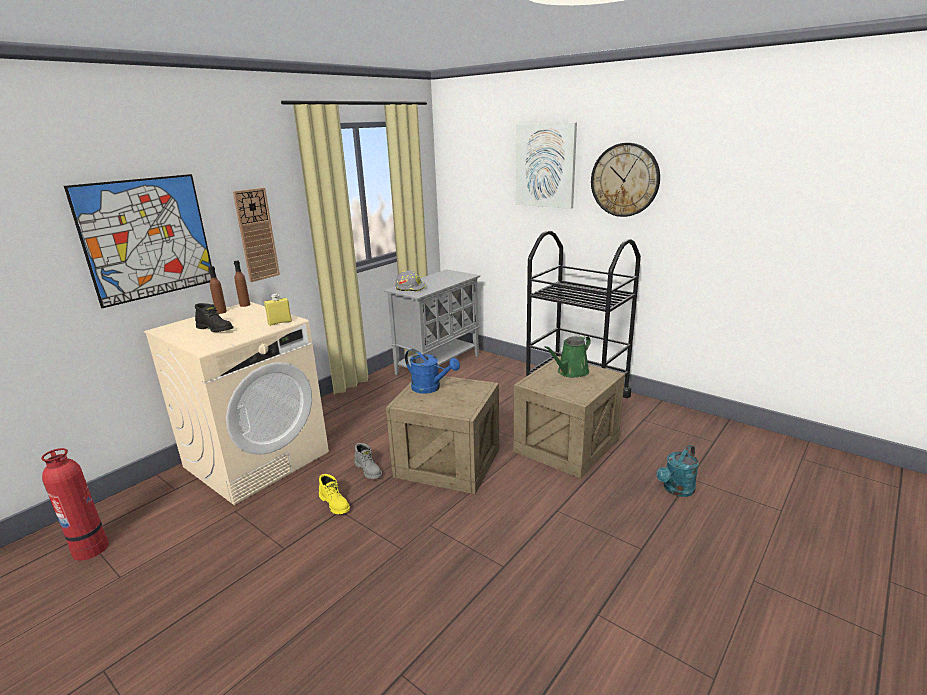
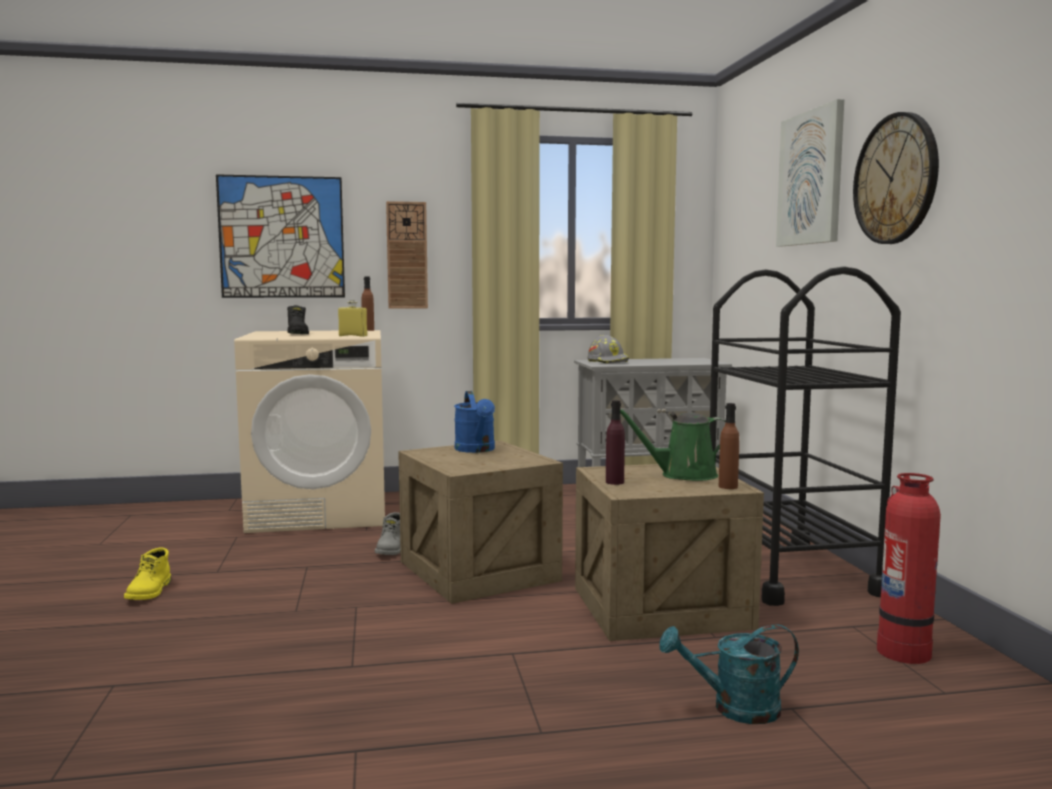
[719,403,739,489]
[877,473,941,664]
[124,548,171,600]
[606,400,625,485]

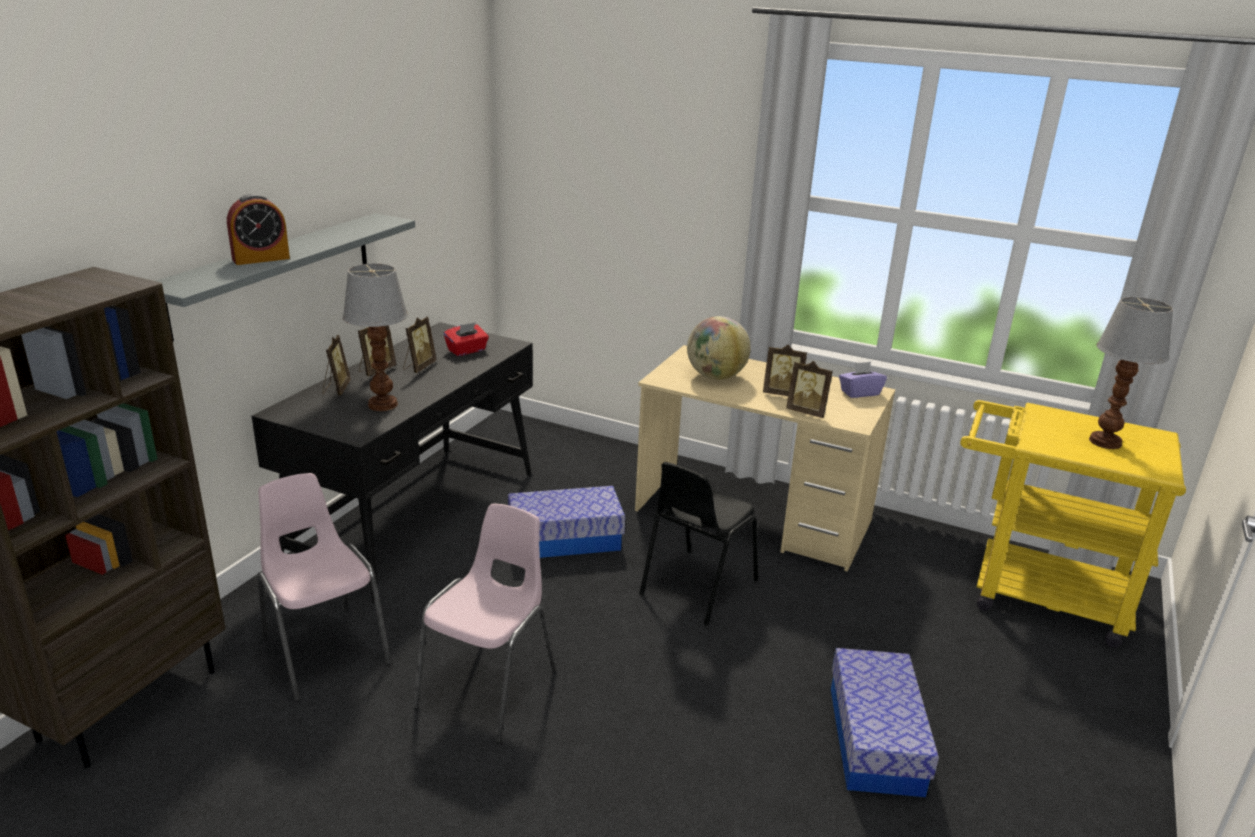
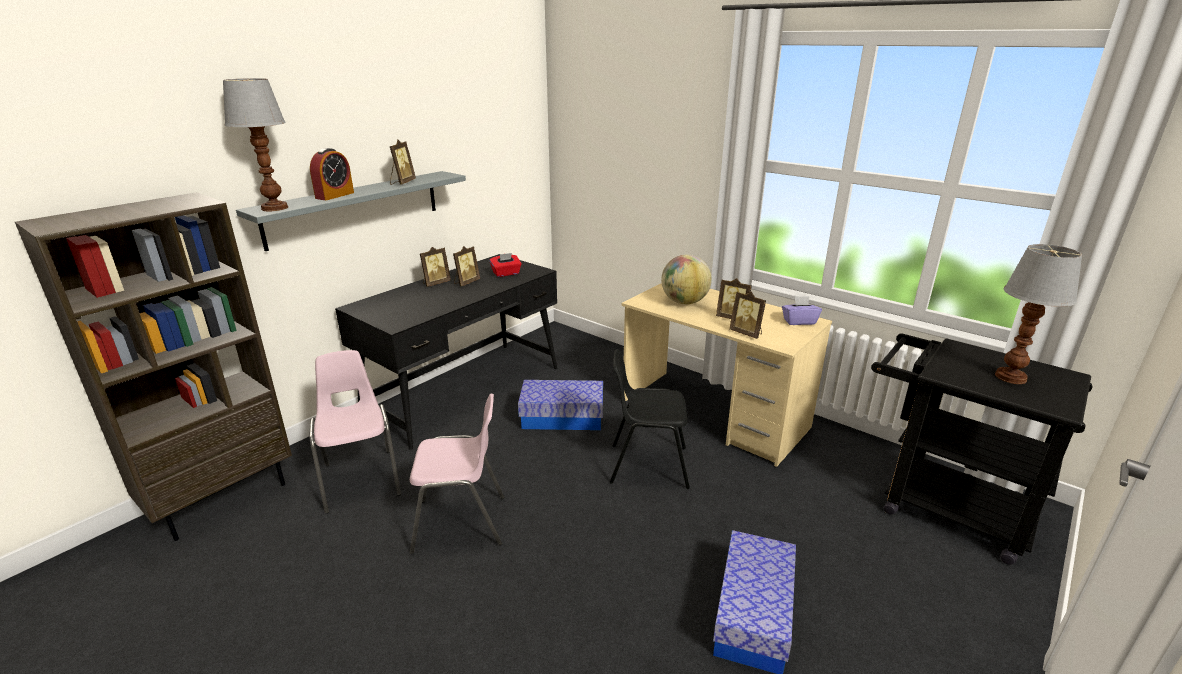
[310,148,354,200]
[223,78,288,211]
[390,140,416,185]
[871,333,1092,565]
[610,349,690,489]
[410,394,504,554]

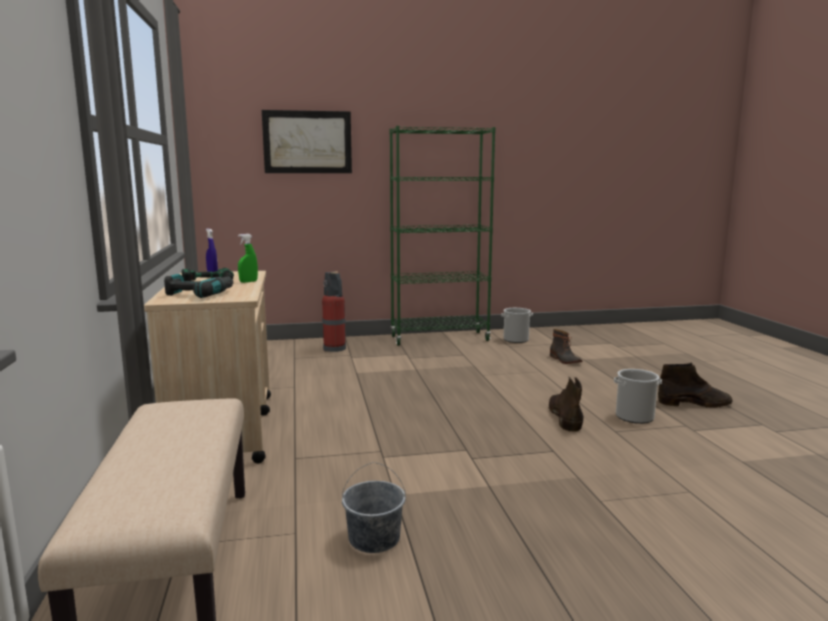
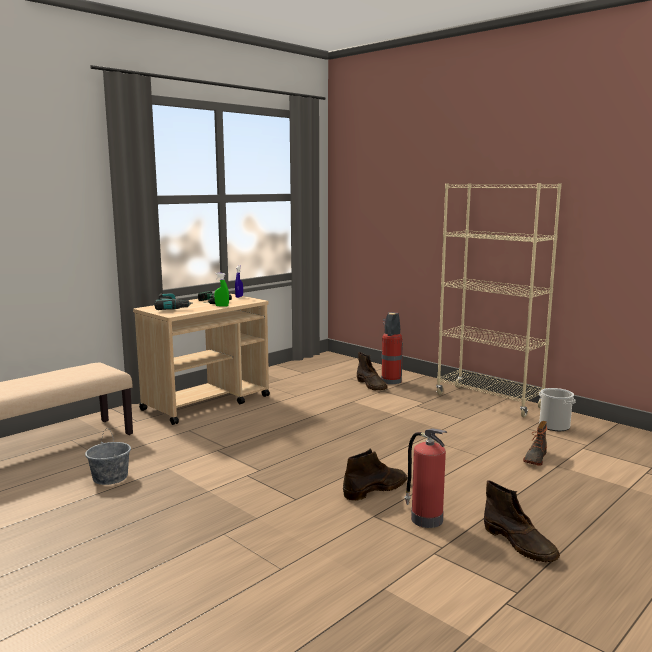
[262,110,352,173] (first image)
[436,183,562,417]
[404,428,447,528]
[357,352,388,390]

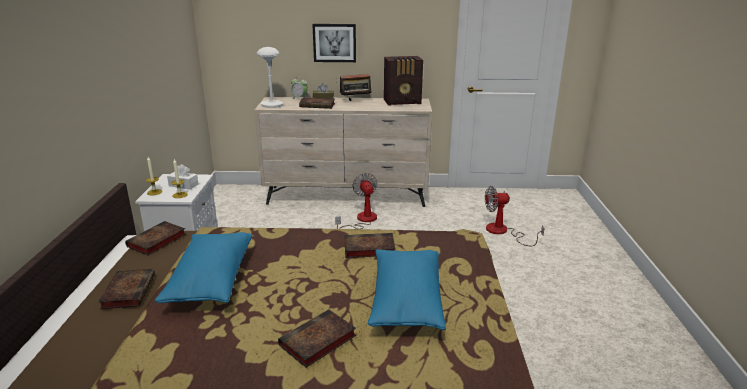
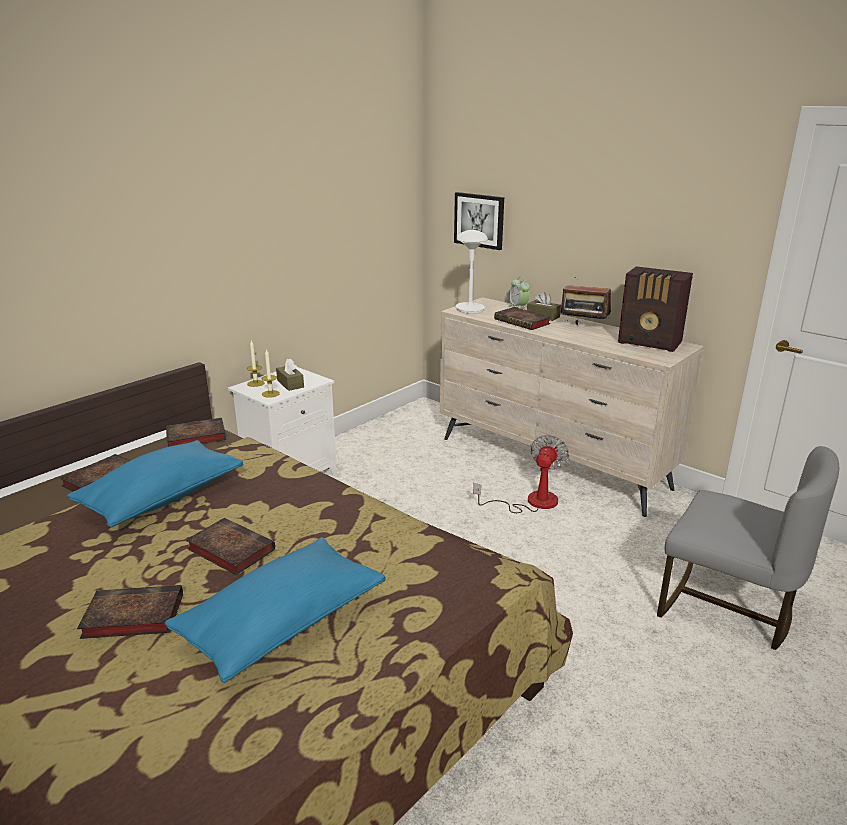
[454,192,504,250]
[276,358,304,391]
[657,446,839,650]
[186,518,275,575]

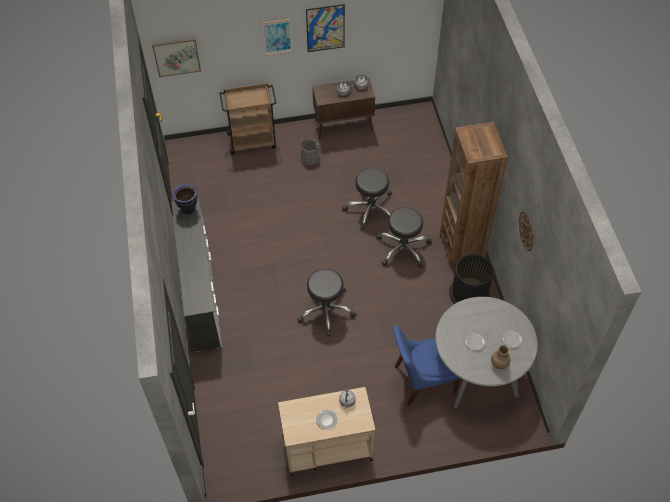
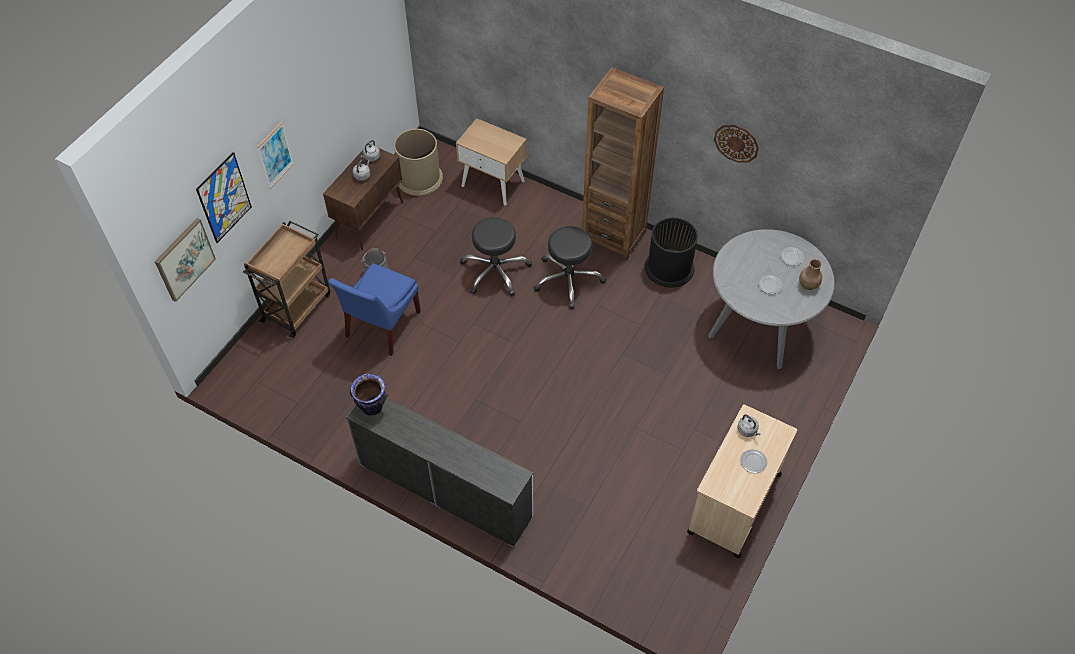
[196,152,252,243]
[298,269,356,336] (first image)
[328,263,421,356]
[456,118,527,205]
[394,129,443,196]

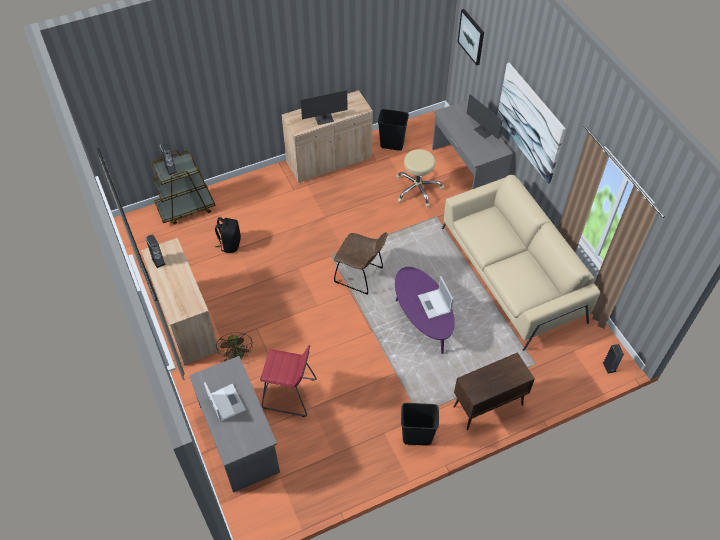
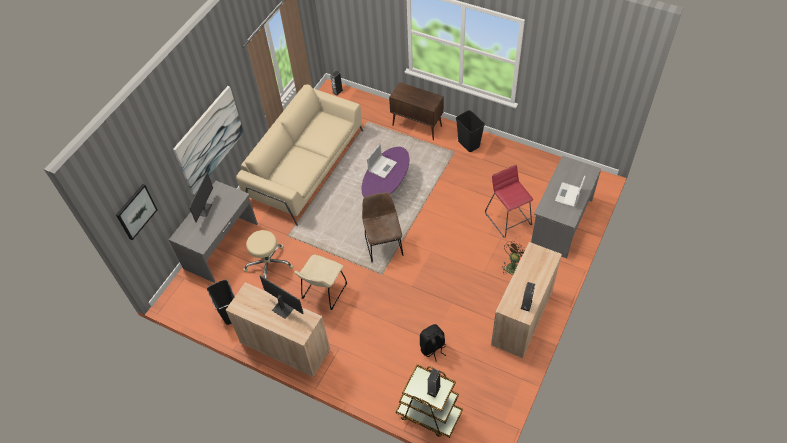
[294,254,347,310]

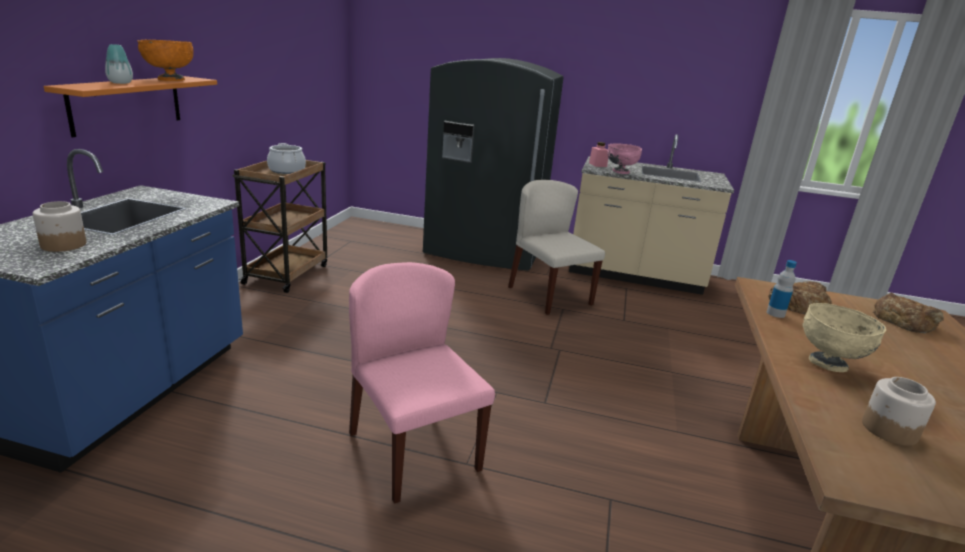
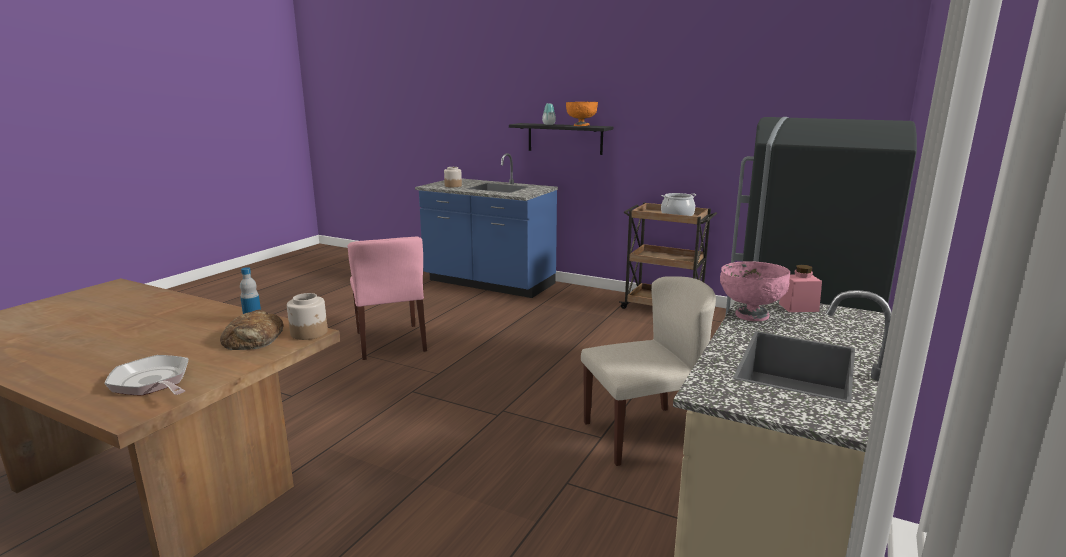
[509,123,613,155]
[348,237,427,360]
[105,355,189,396]
[803,303,886,372] (first image)
[287,293,328,340]

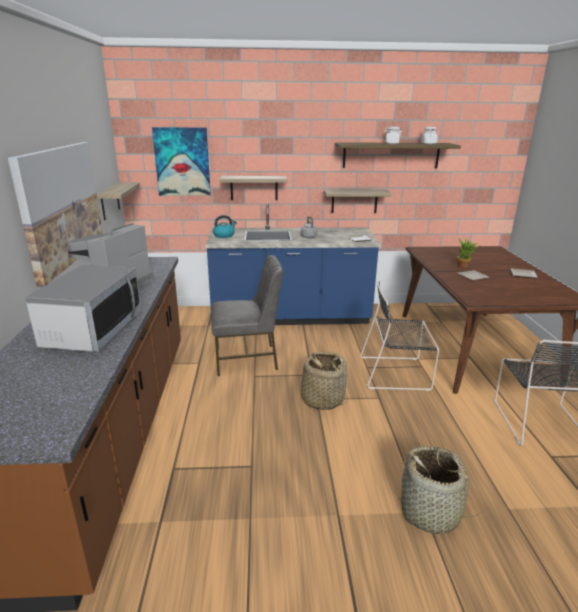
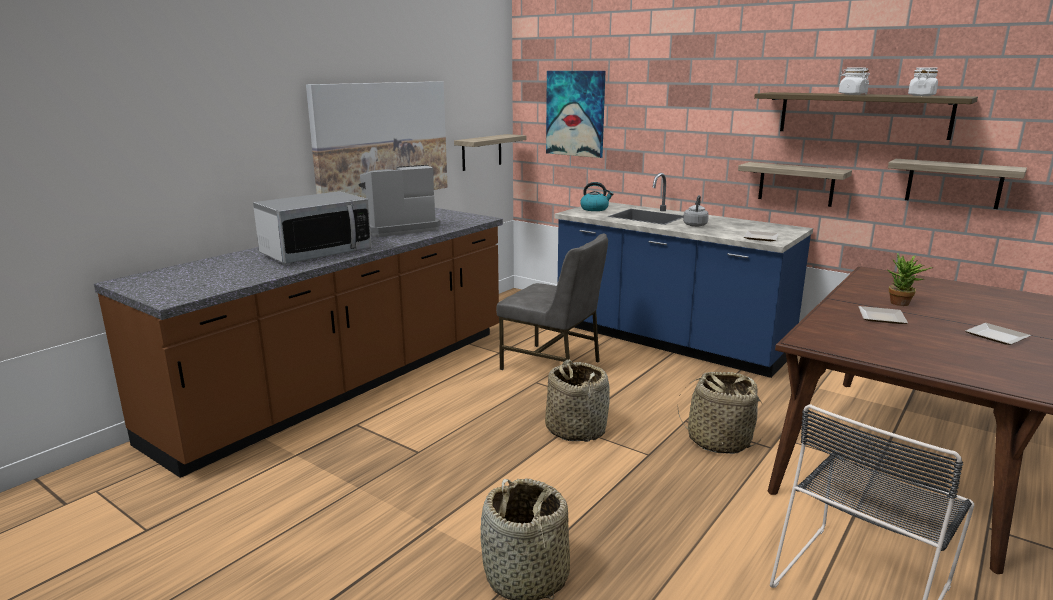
[888,159,1027,209]
[677,372,762,454]

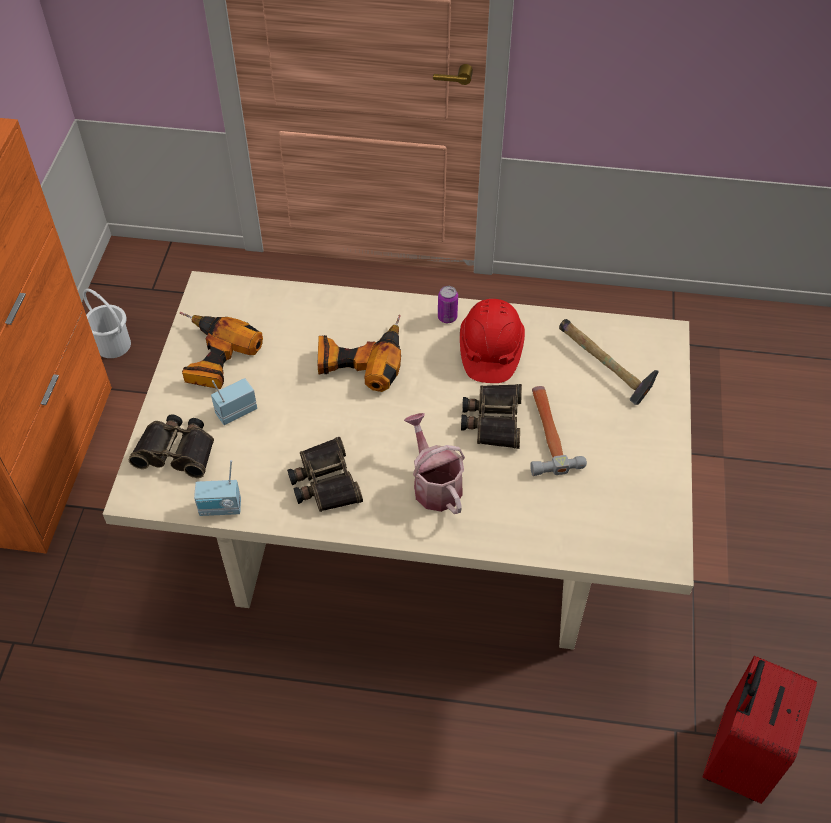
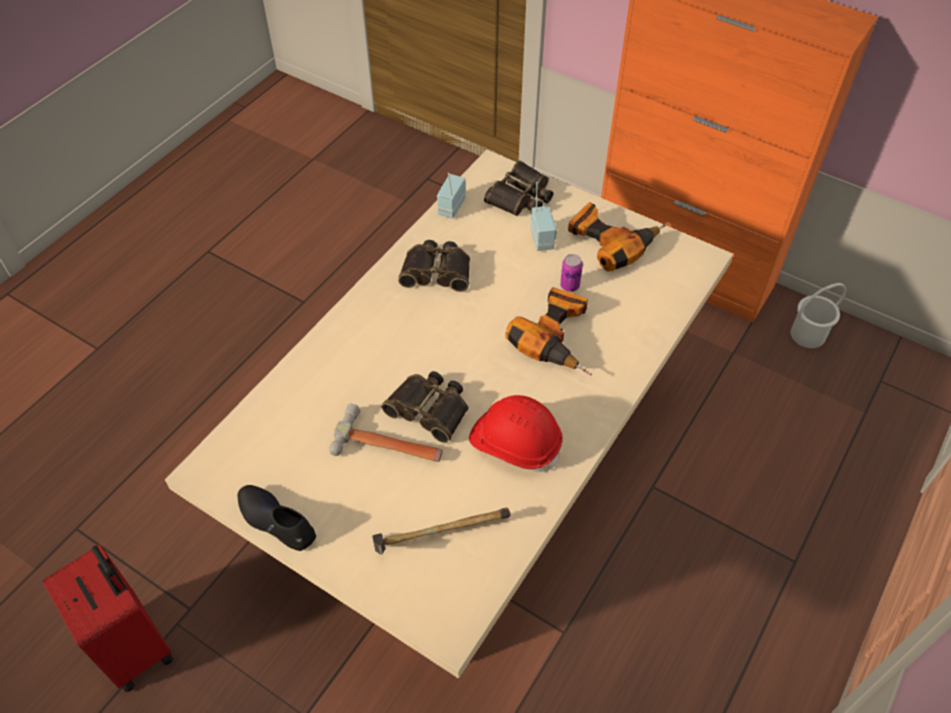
[560,254,583,292]
[404,413,465,514] (first image)
[238,485,316,551]

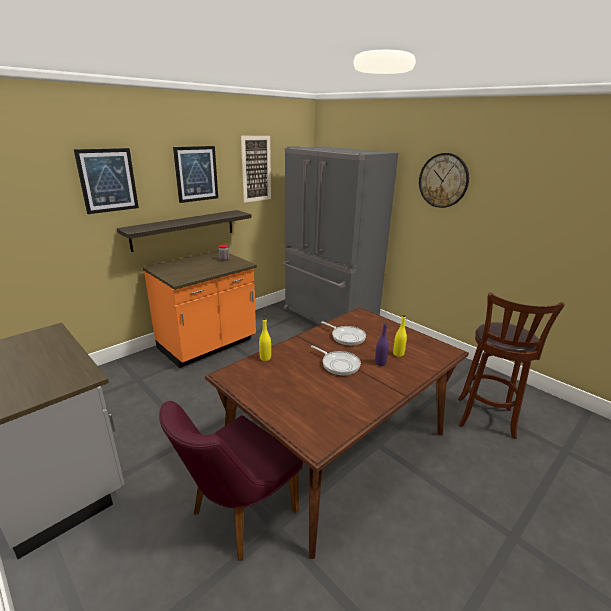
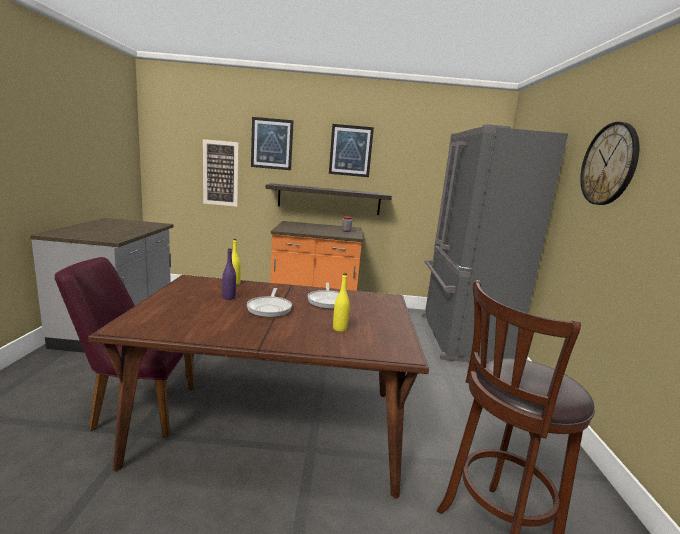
[203,139,239,207]
[222,248,236,300]

